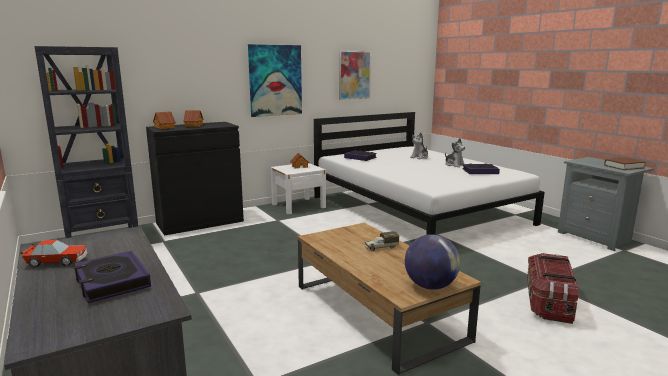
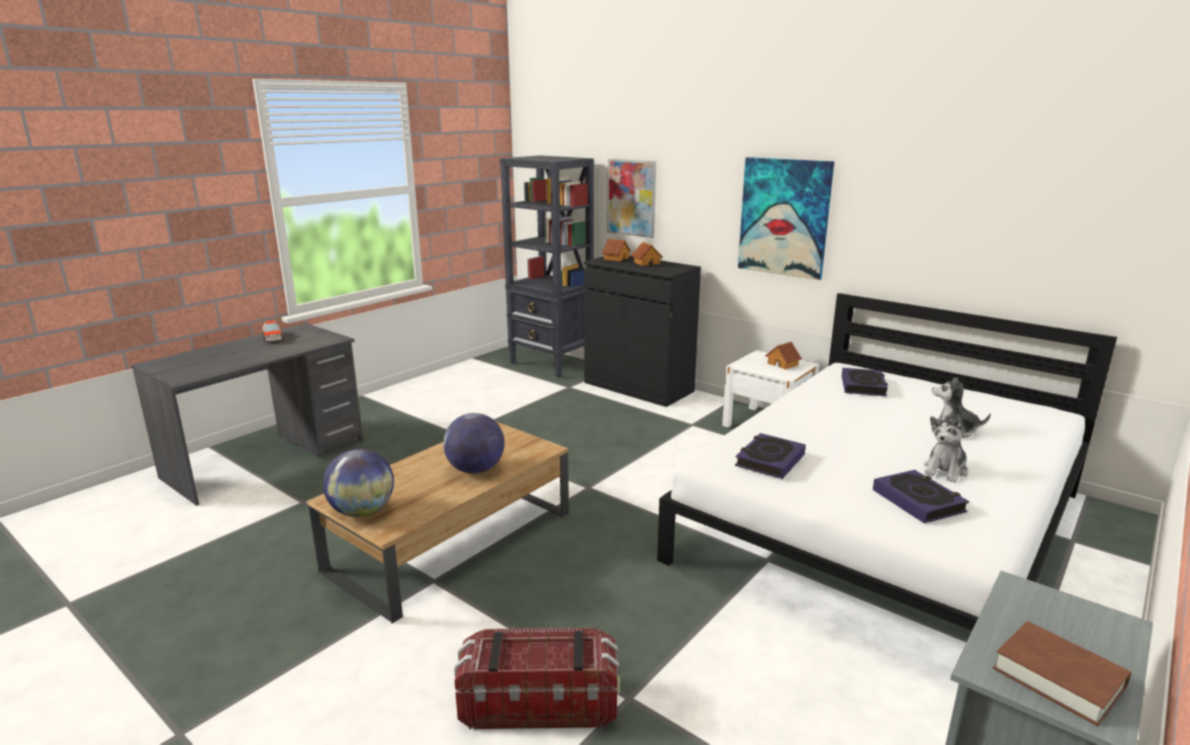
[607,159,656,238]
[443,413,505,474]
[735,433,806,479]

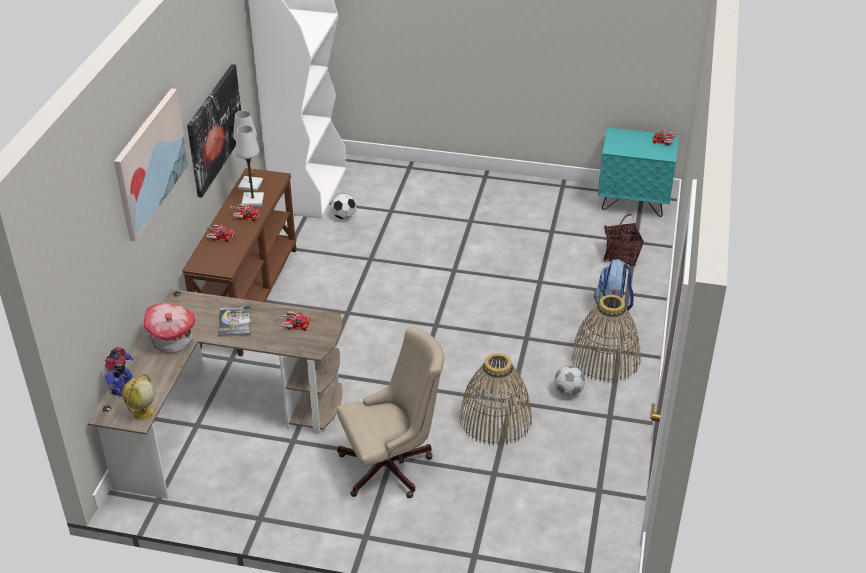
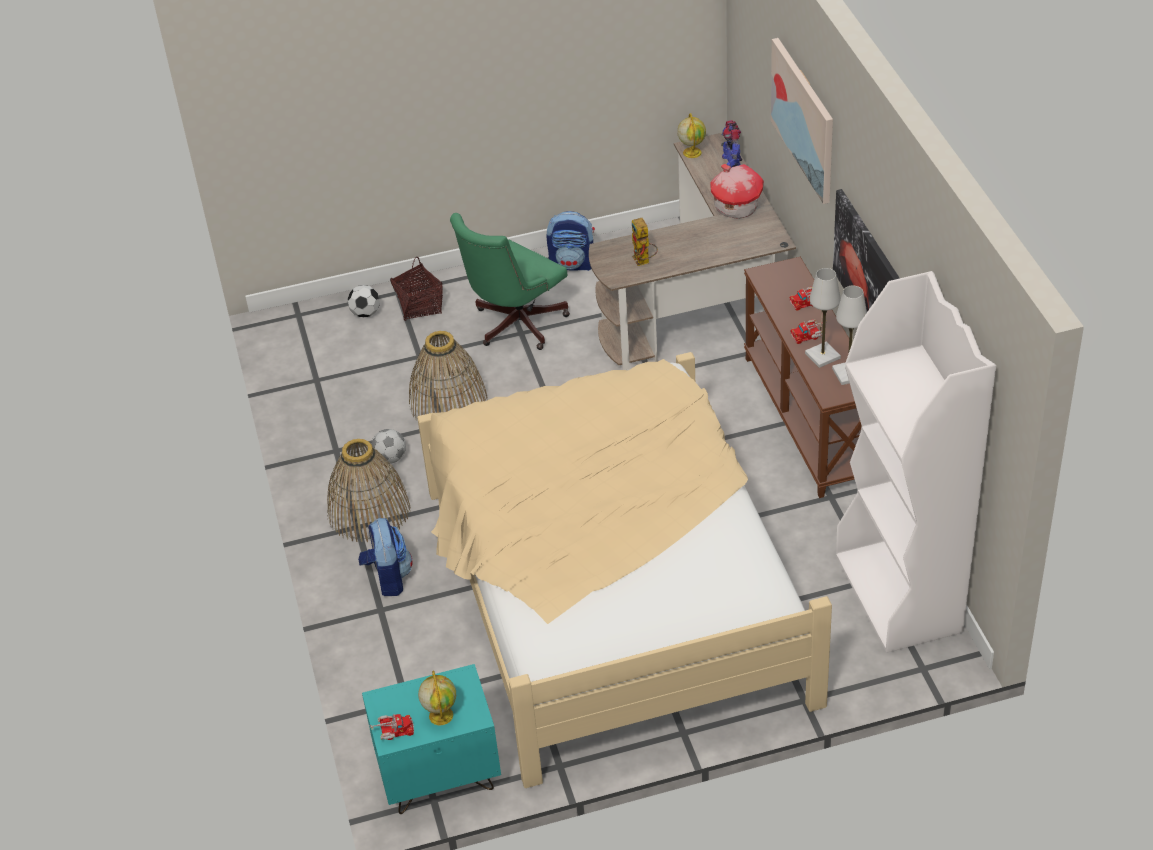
[347,285,380,317]
[390,257,443,321]
[218,306,251,337] (first image)
[632,218,658,266]
[450,213,570,350]
[546,211,595,271]
[417,352,832,788]
[418,671,456,725]

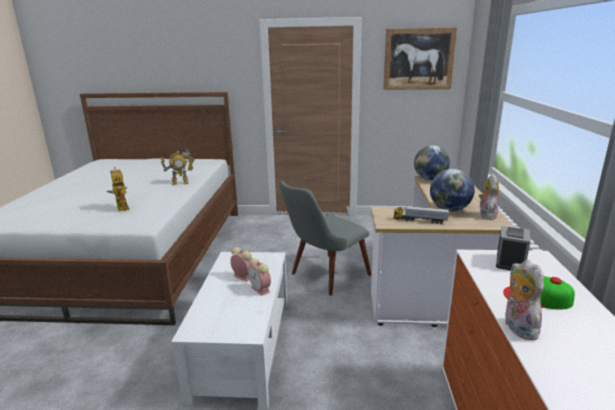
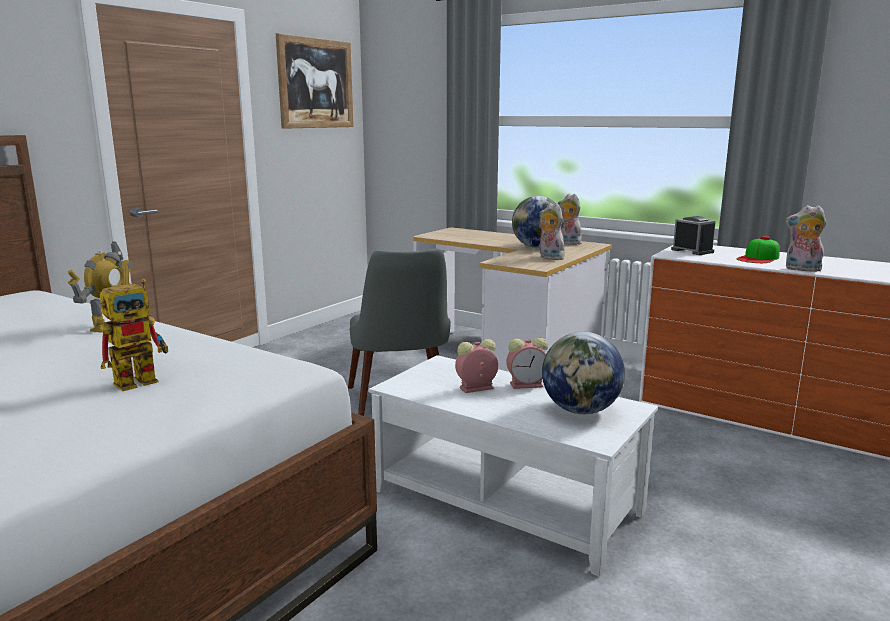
[542,332,625,414]
[100,279,168,391]
[539,203,565,260]

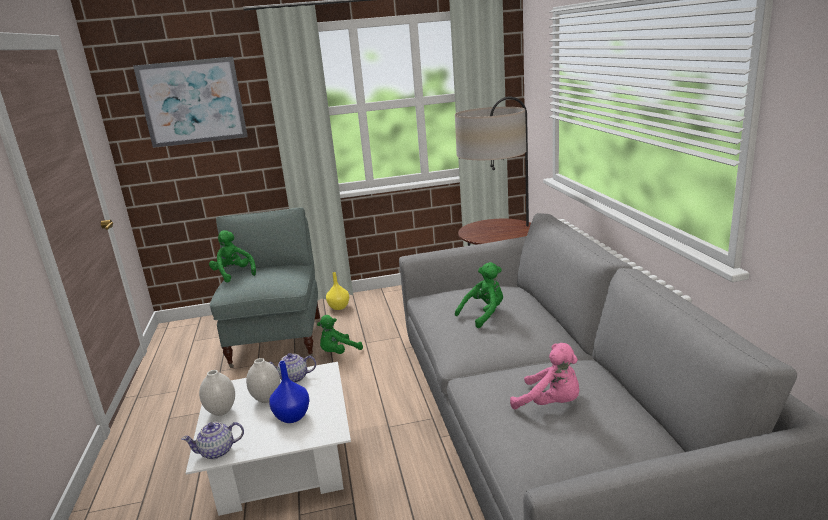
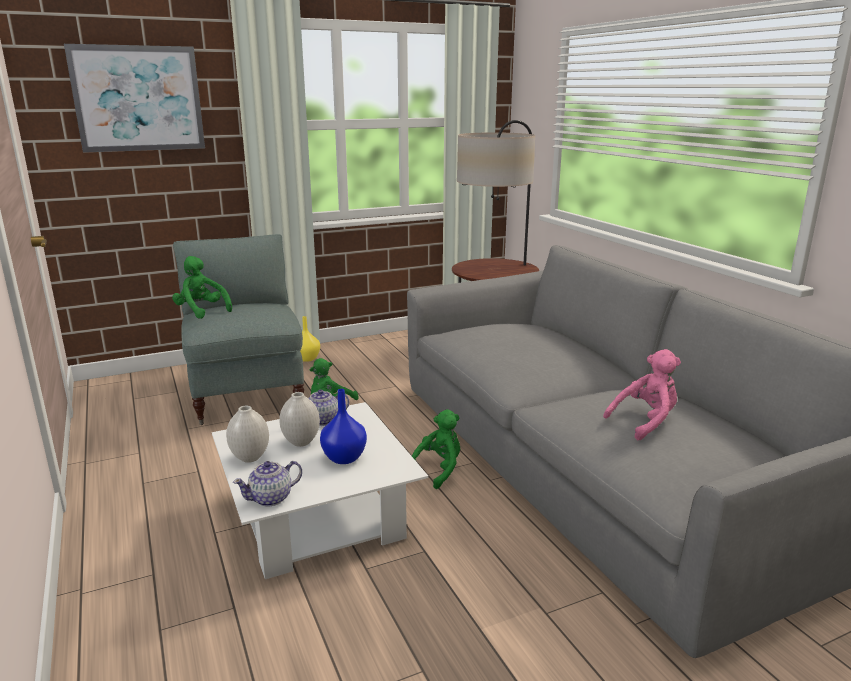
[412,409,460,489]
[603,349,681,440]

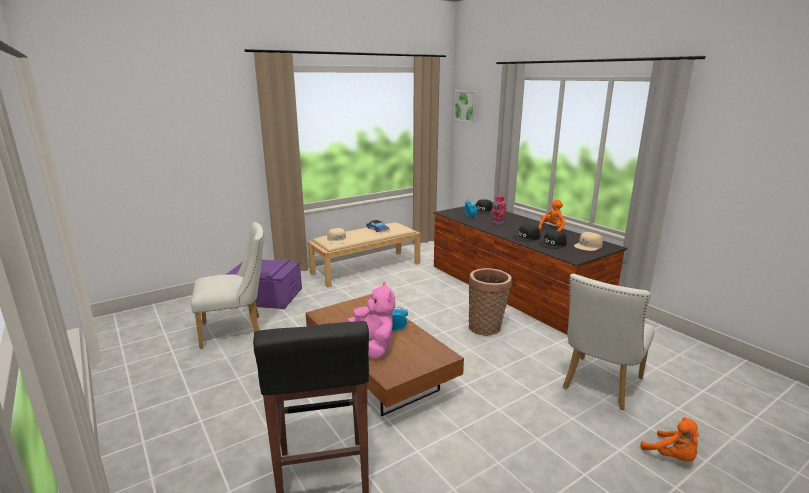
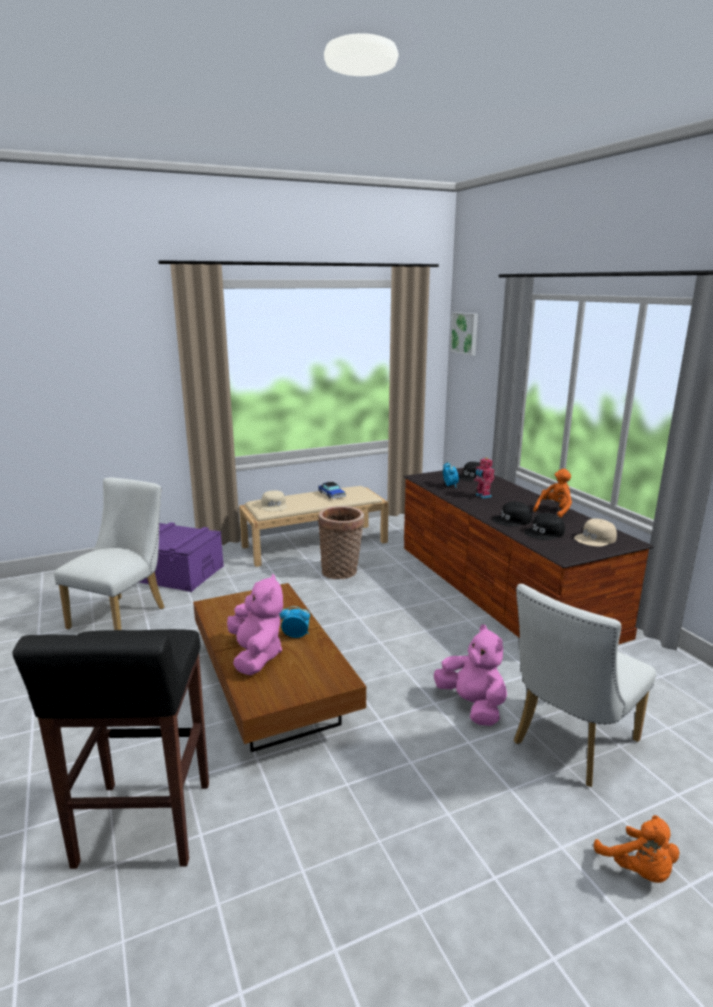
[54,478,165,630]
[318,506,364,579]
[434,625,507,726]

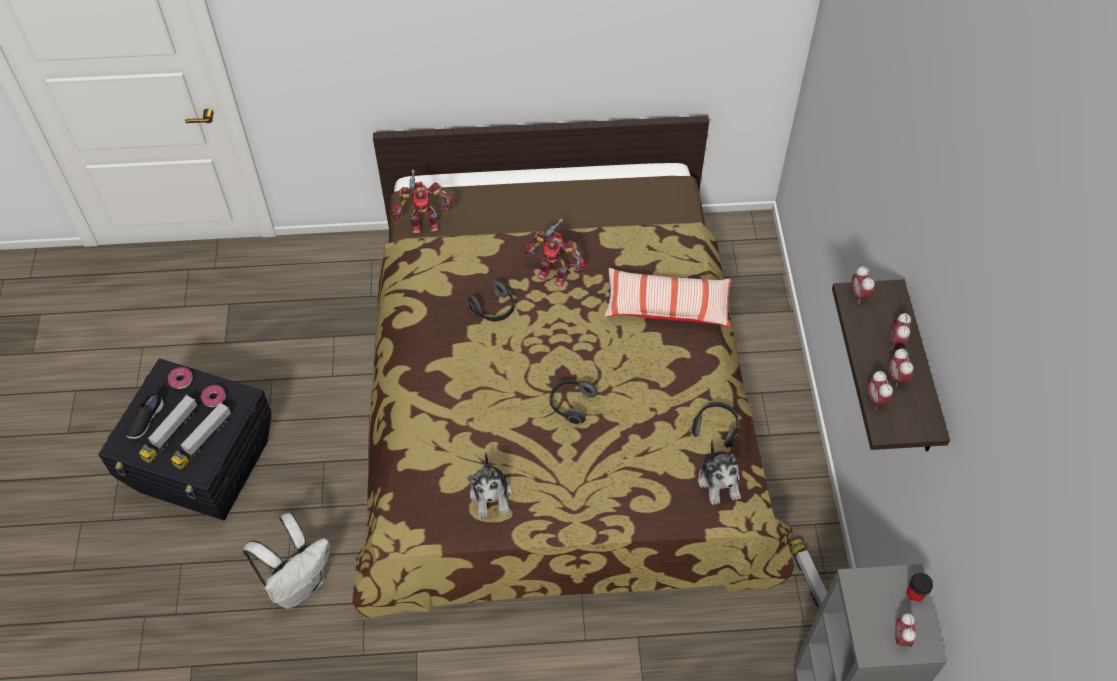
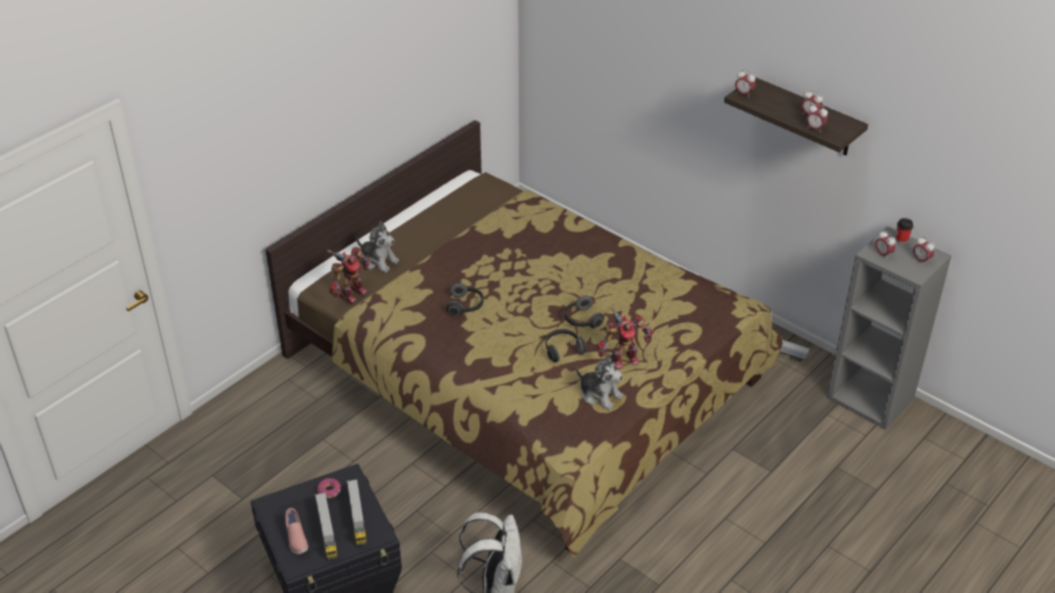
[597,307,653,369]
[604,268,731,327] (first image)
[875,231,895,257]
[168,367,193,389] (first image)
[285,508,308,554]
[546,329,586,363]
[356,221,399,273]

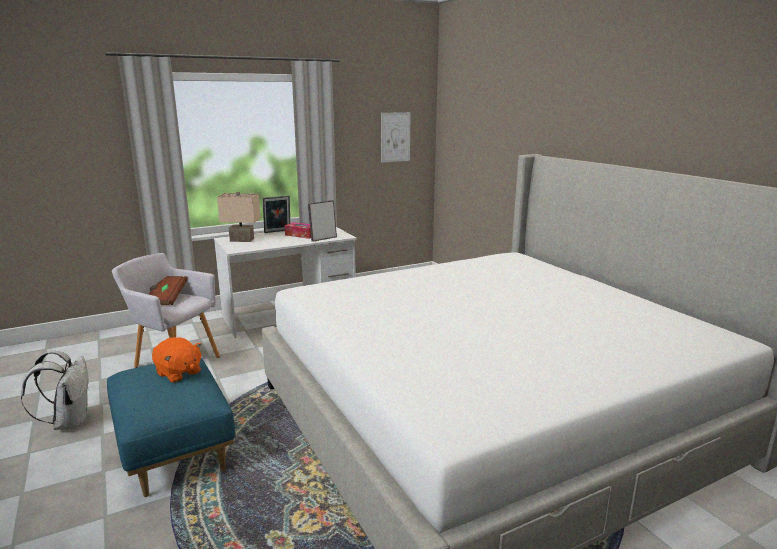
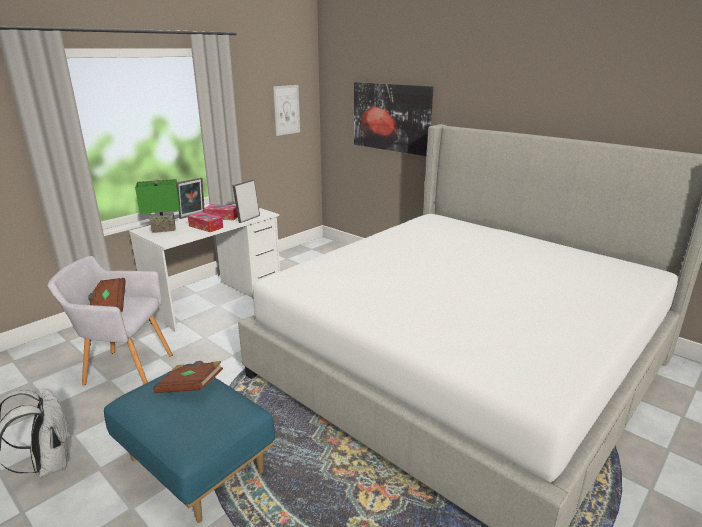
[135,179,180,233]
[153,361,223,393]
[354,82,433,156]
[188,212,223,232]

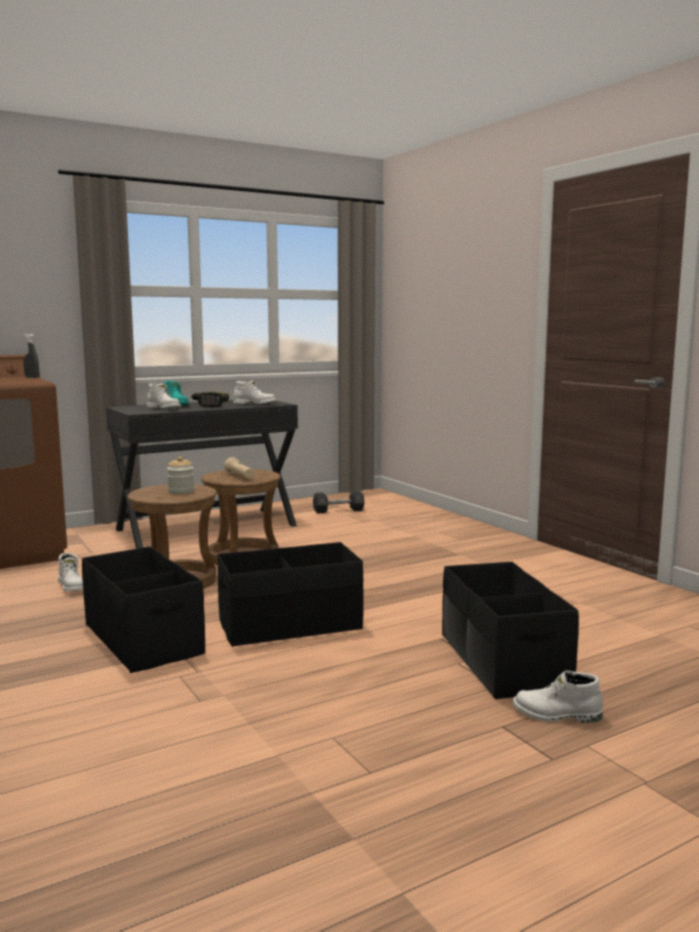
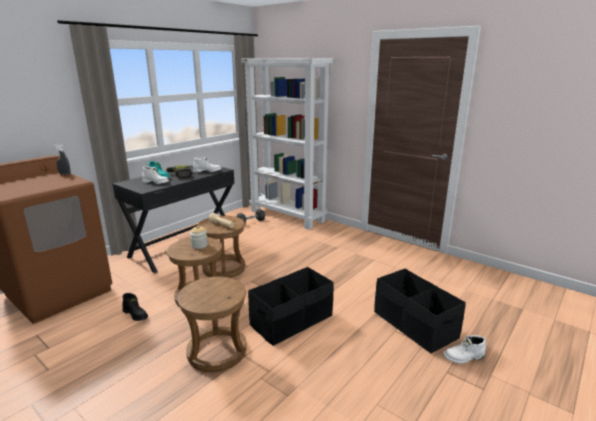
[177,277,247,372]
[122,293,148,321]
[241,58,333,230]

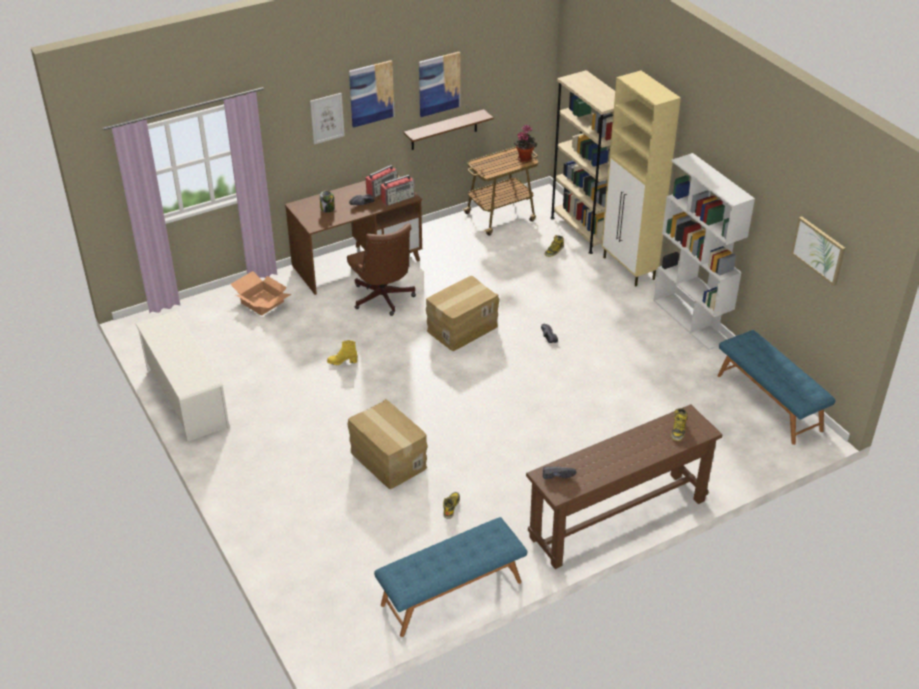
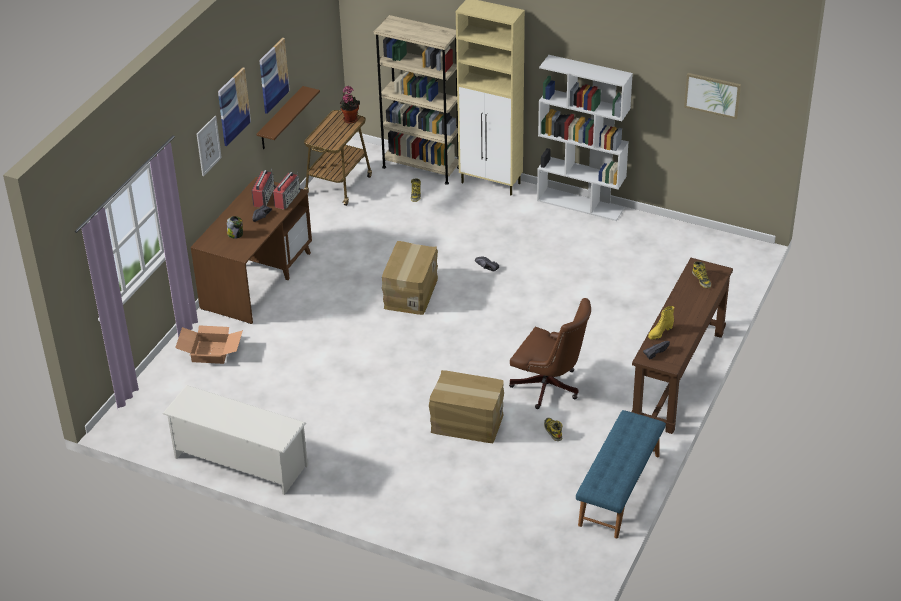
[509,298,591,409]
[717,330,836,445] (first image)
[648,306,674,340]

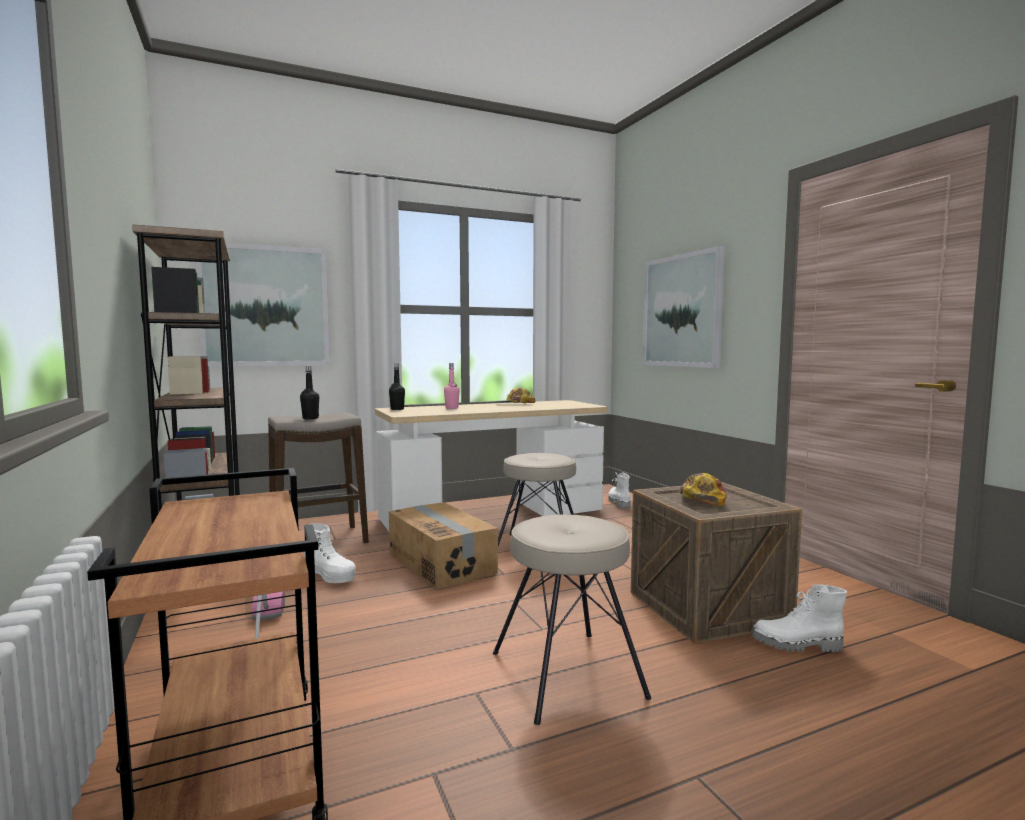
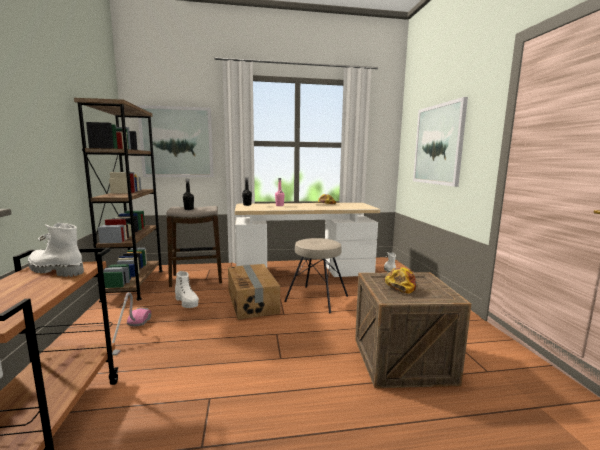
[493,515,651,725] (first image)
[28,223,84,277]

